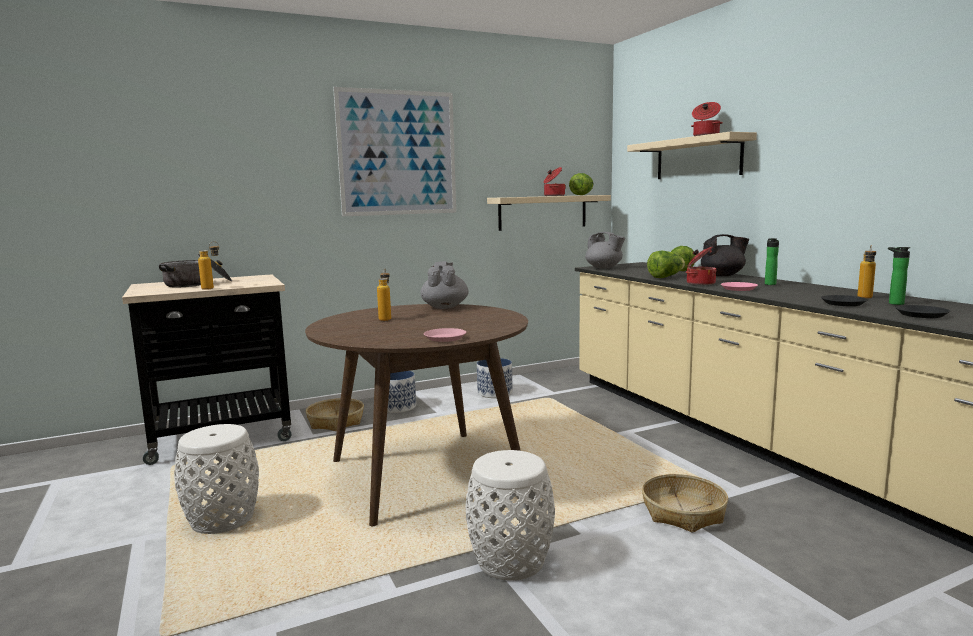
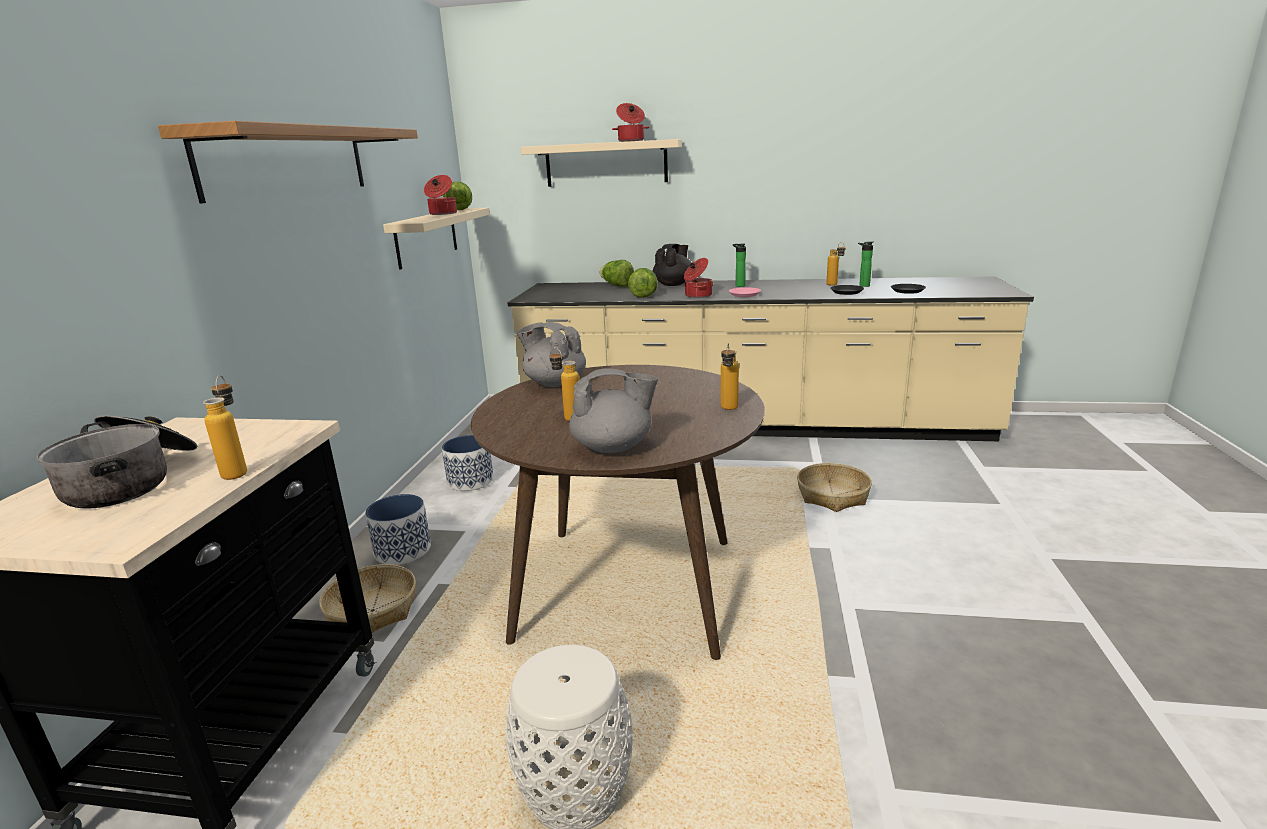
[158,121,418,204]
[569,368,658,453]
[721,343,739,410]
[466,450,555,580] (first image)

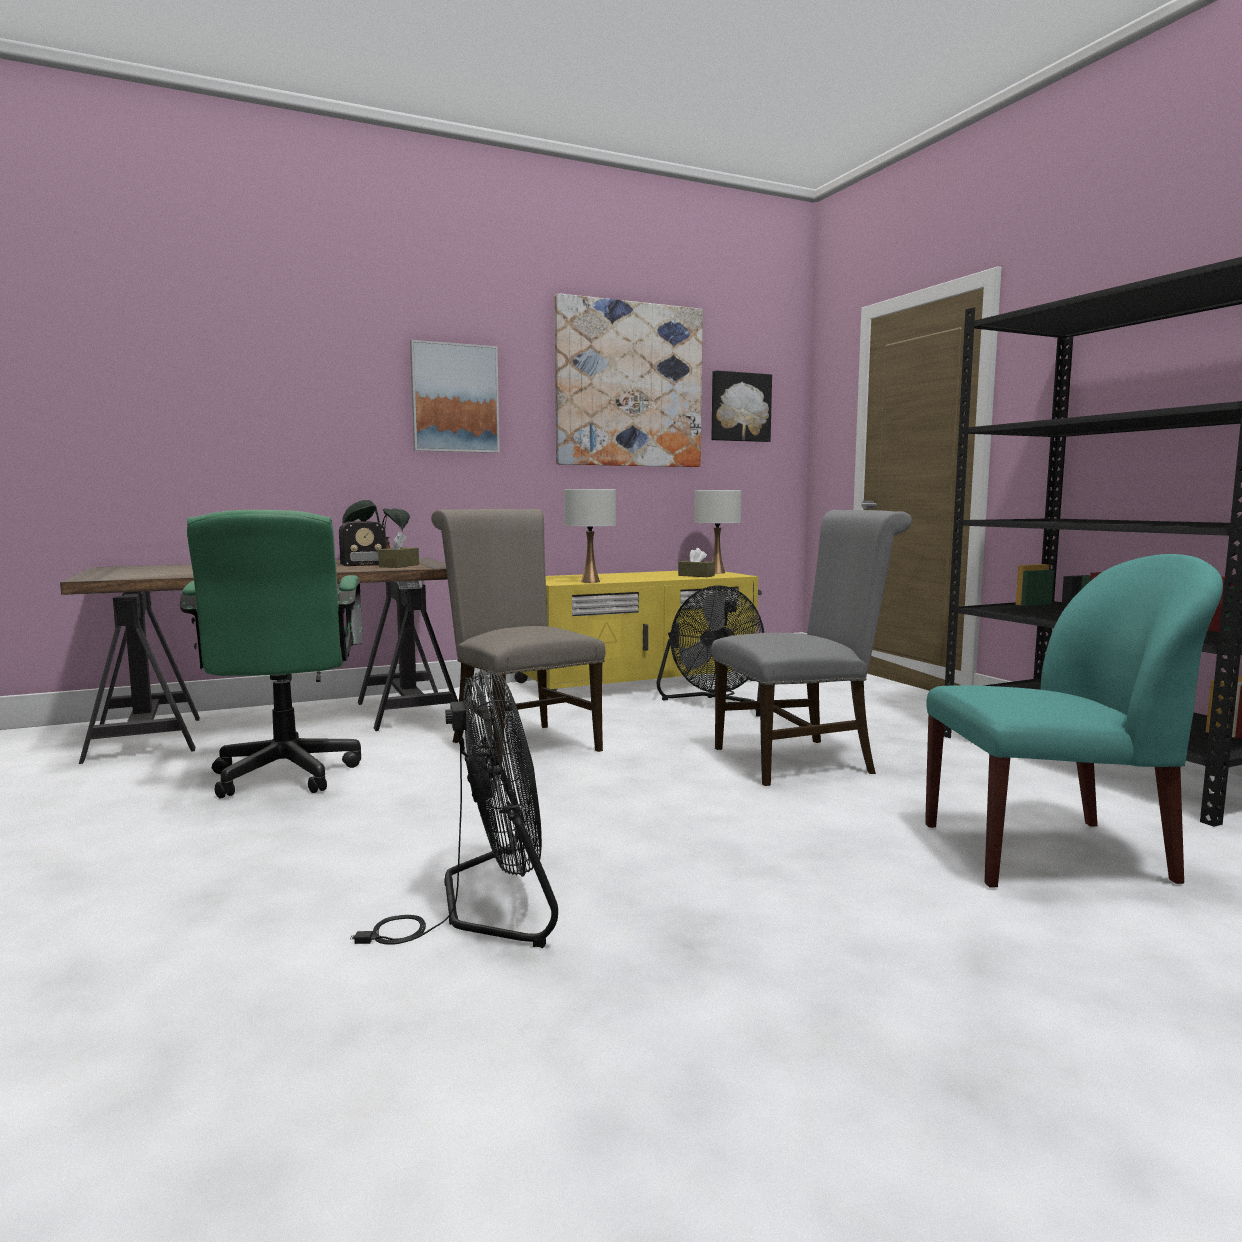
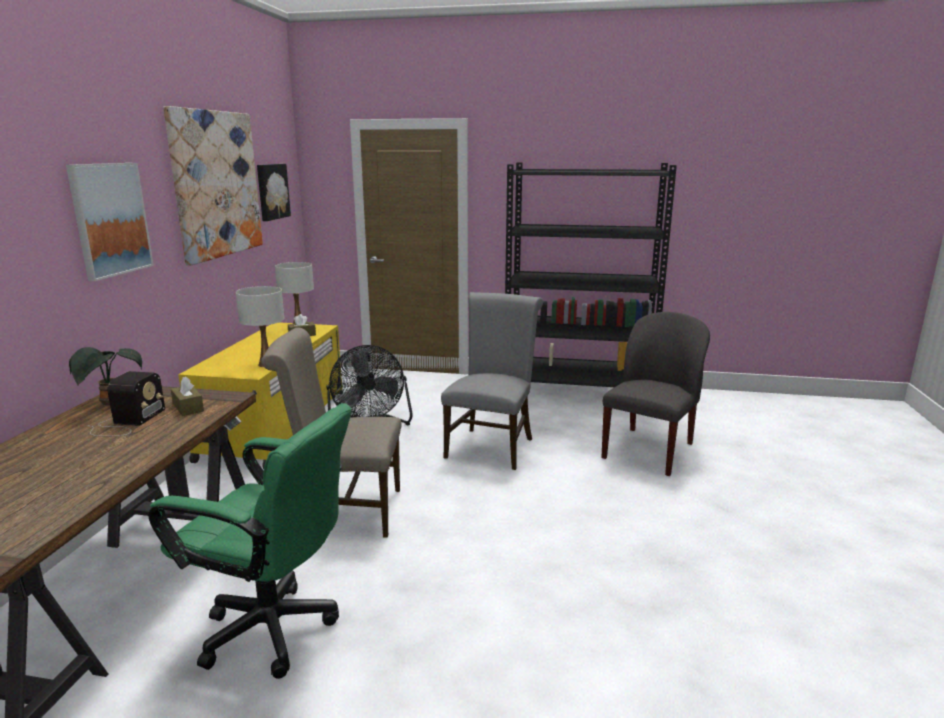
[602,312,710,476]
[350,669,558,948] (first image)

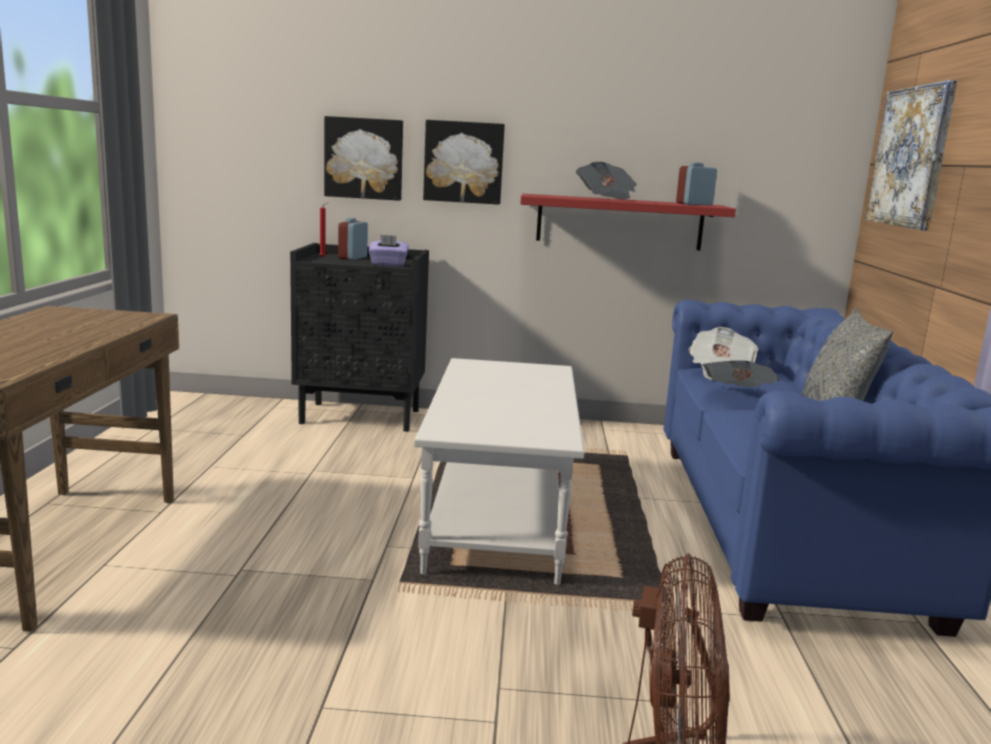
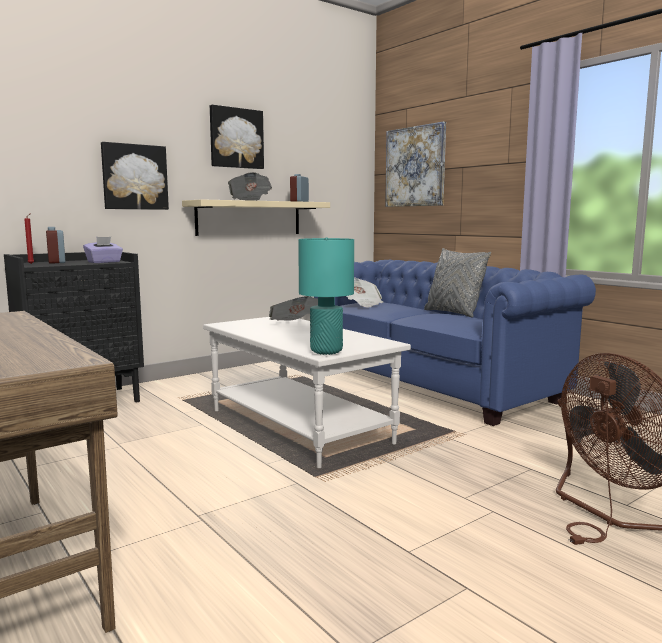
[210,105,264,169]
[182,199,330,236]
[269,296,318,321]
[298,237,354,355]

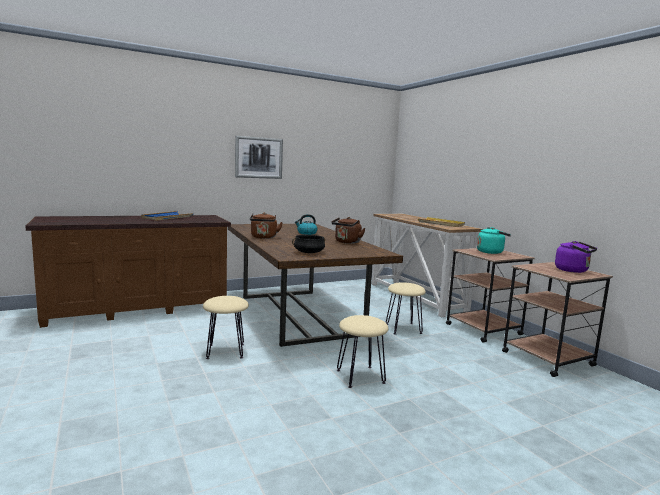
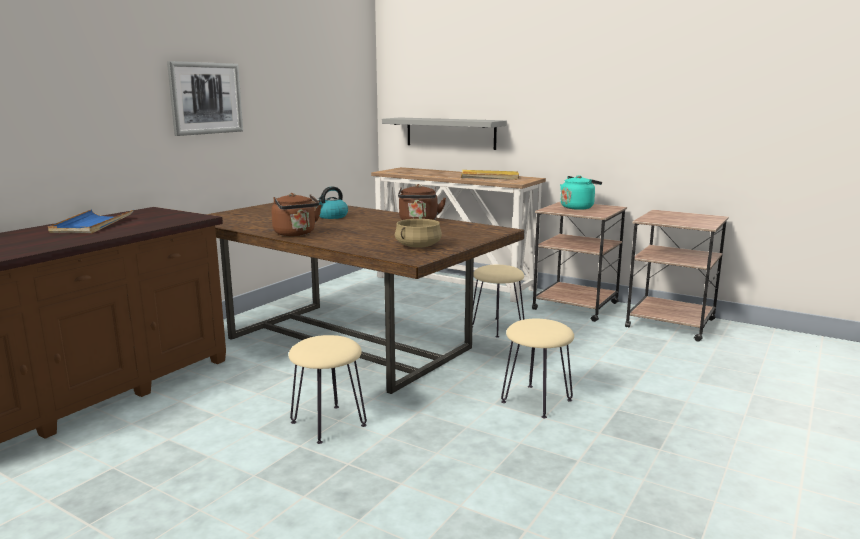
[395,219,442,248]
[555,241,597,273] (first image)
[382,118,507,150]

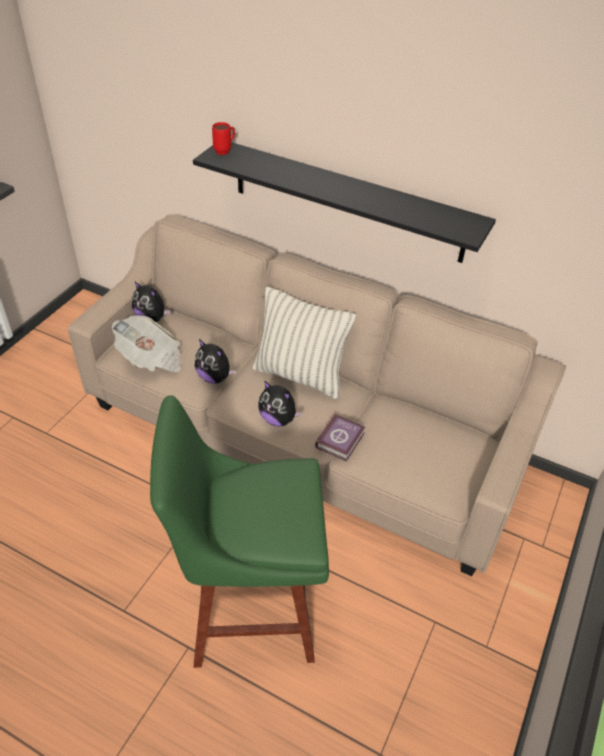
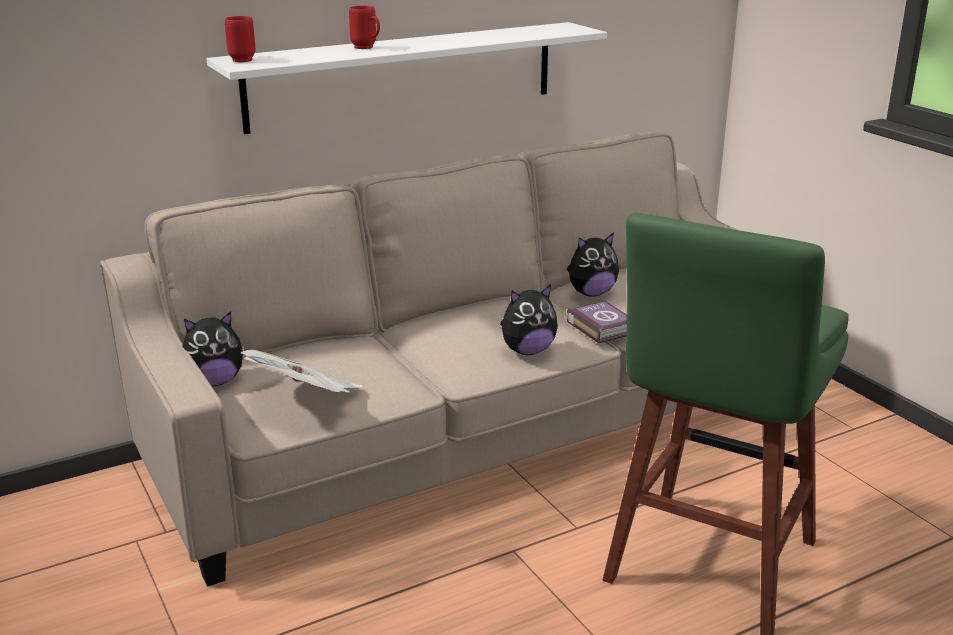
[207,22,607,135]
[253,287,356,399] (first image)
[567,233,619,297]
[349,6,380,49]

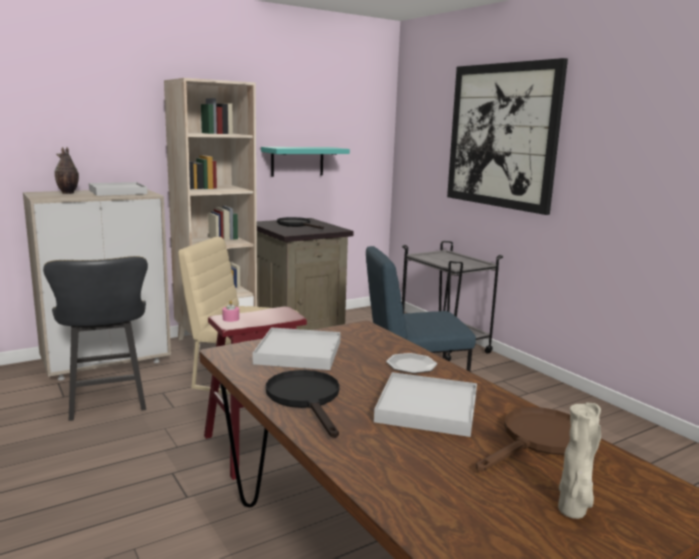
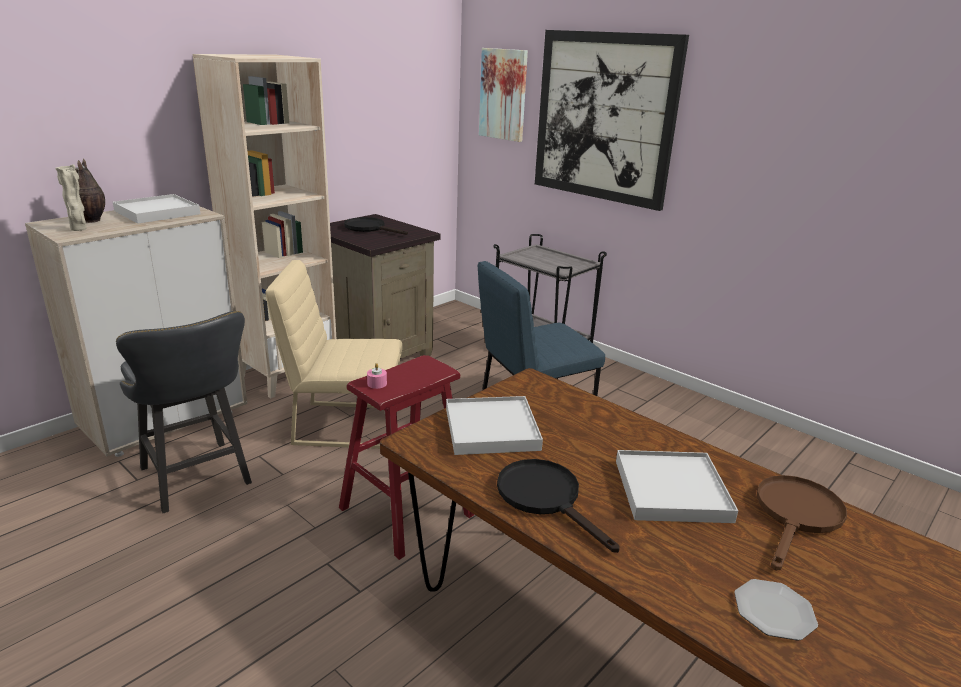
[261,147,350,177] (first image)
[734,579,818,641]
[55,164,87,231]
[479,48,528,142]

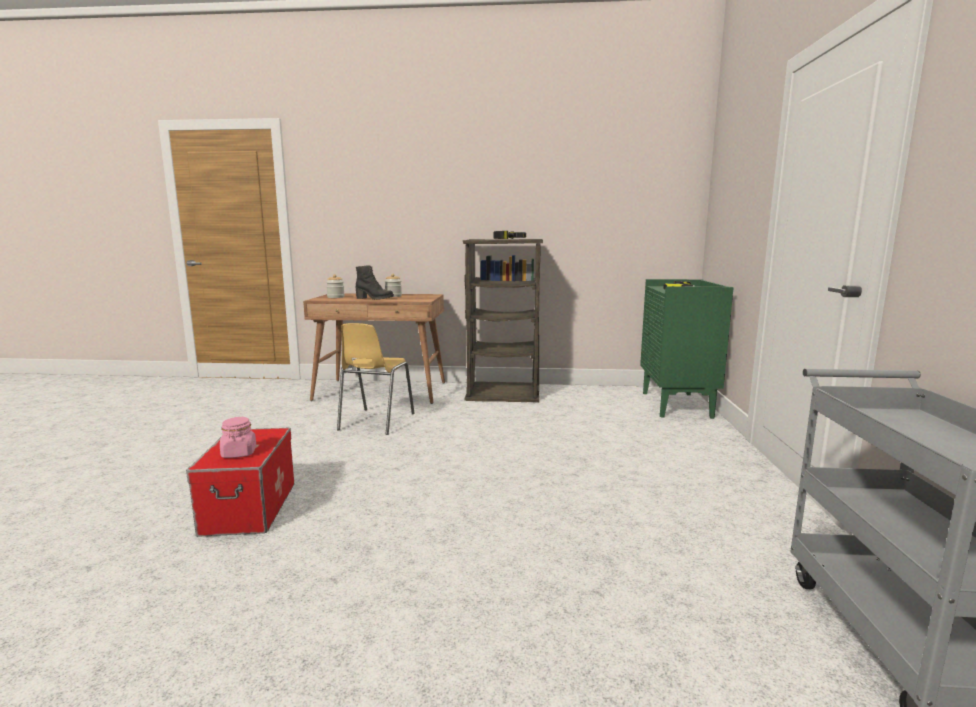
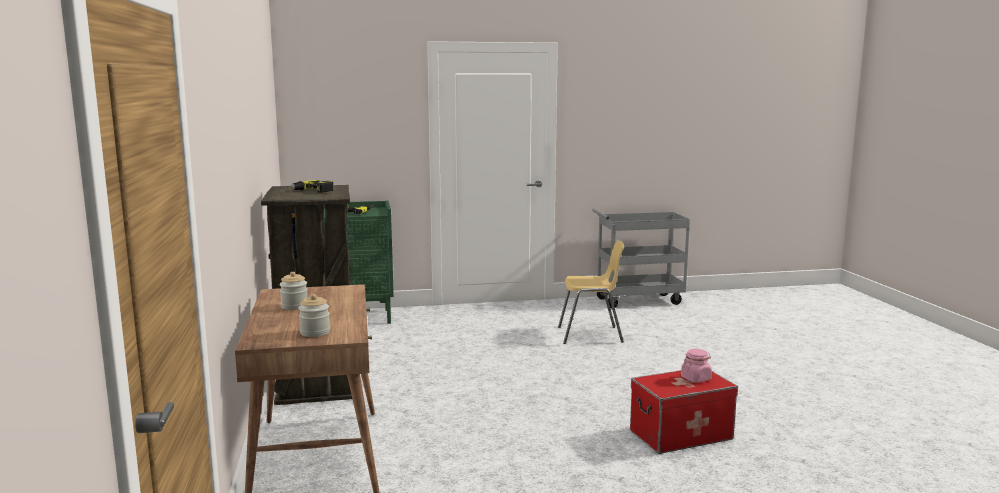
[355,265,394,300] (first image)
[558,240,624,344]

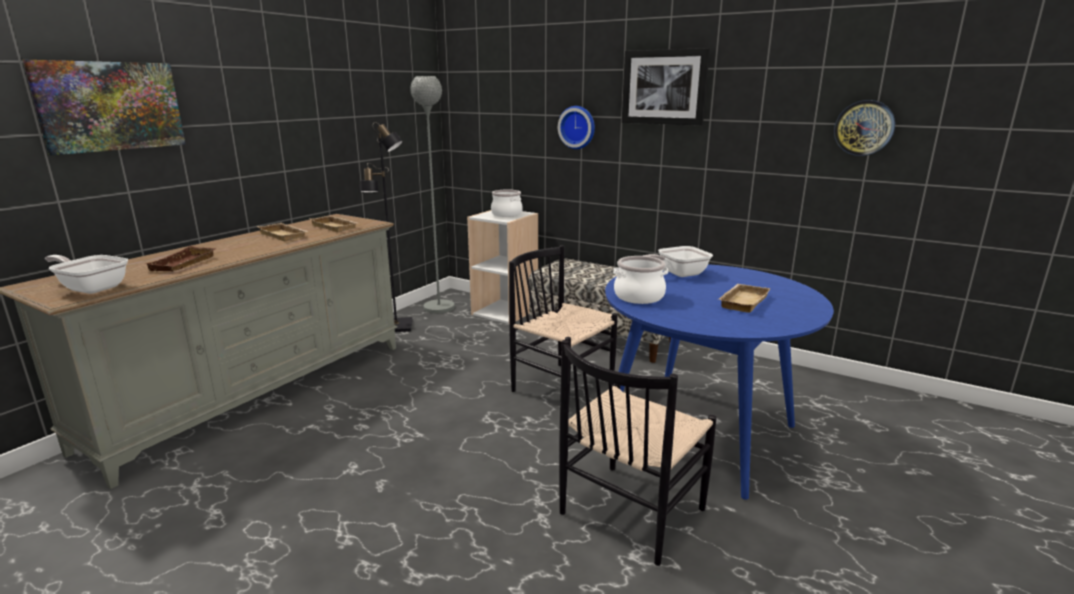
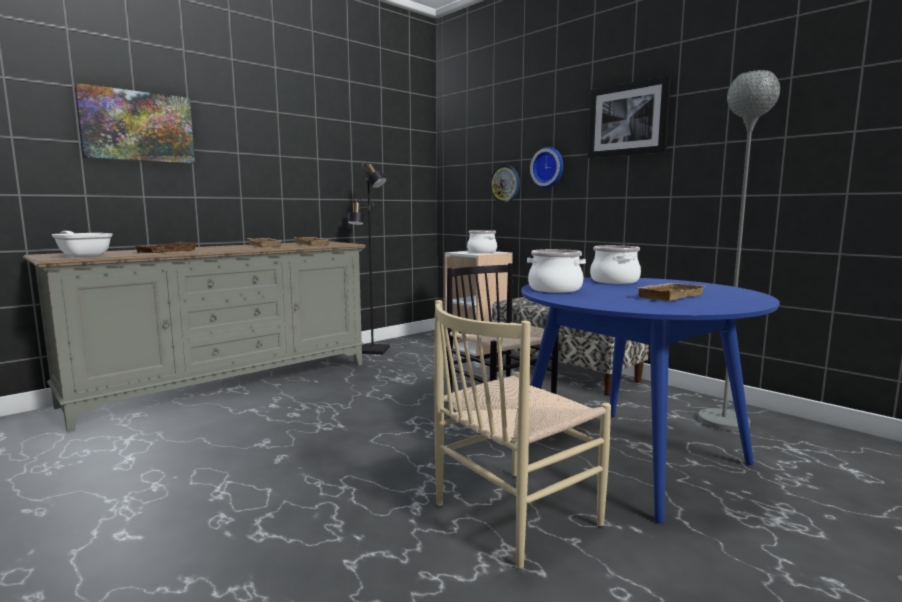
[698,70,780,431]
[490,165,520,203]
[590,245,641,284]
[434,300,611,569]

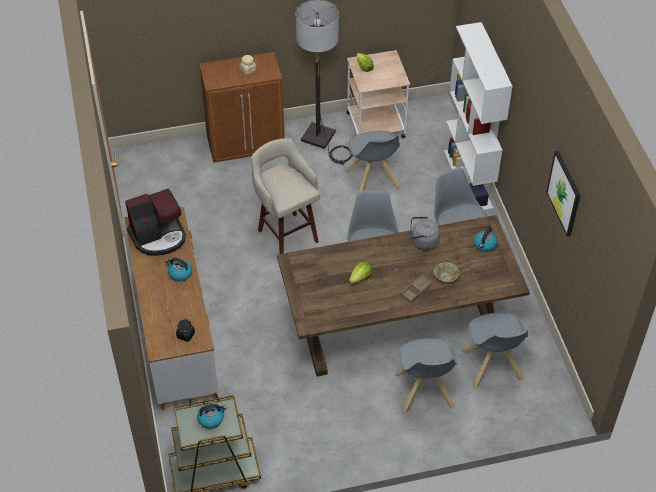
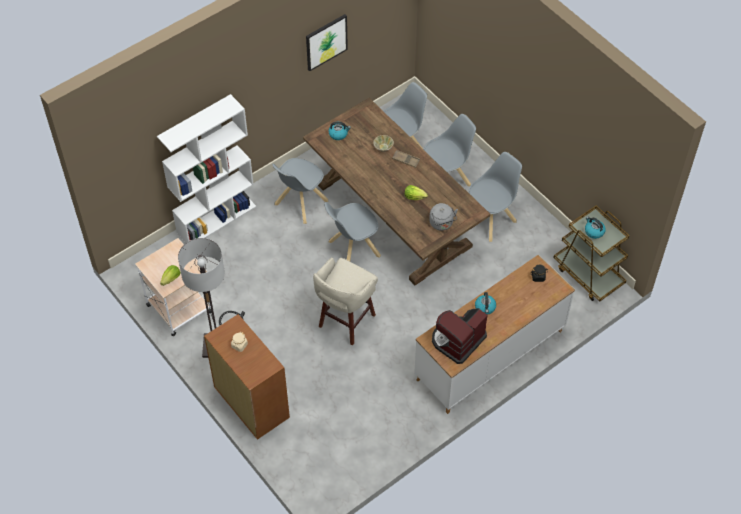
[468,152,522,242]
[432,308,488,364]
[429,203,458,231]

